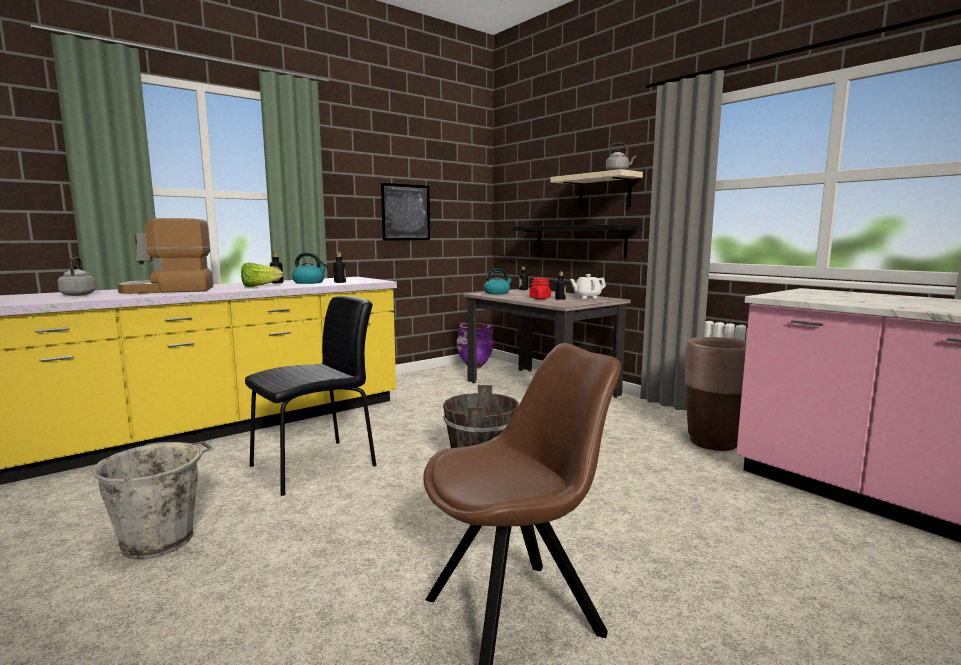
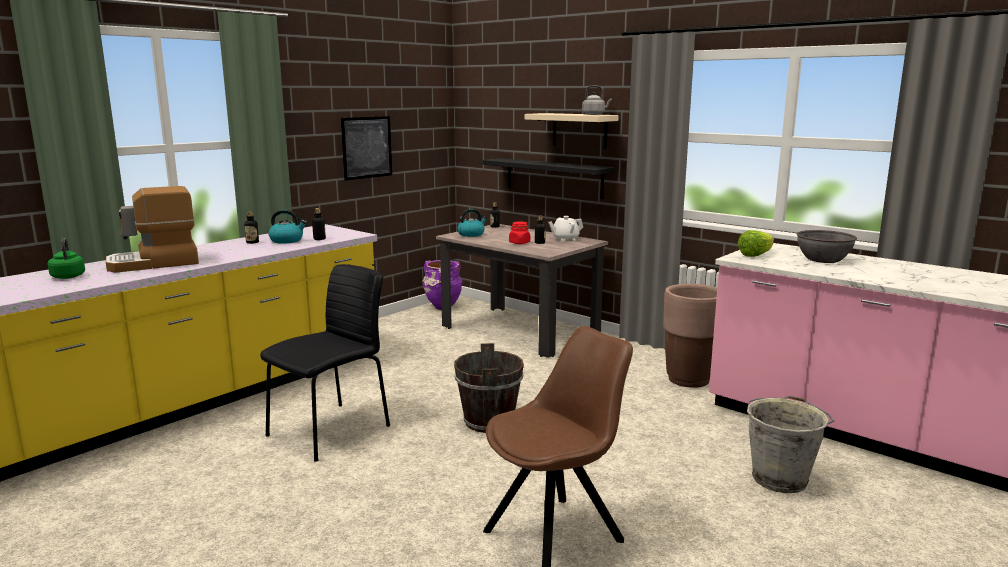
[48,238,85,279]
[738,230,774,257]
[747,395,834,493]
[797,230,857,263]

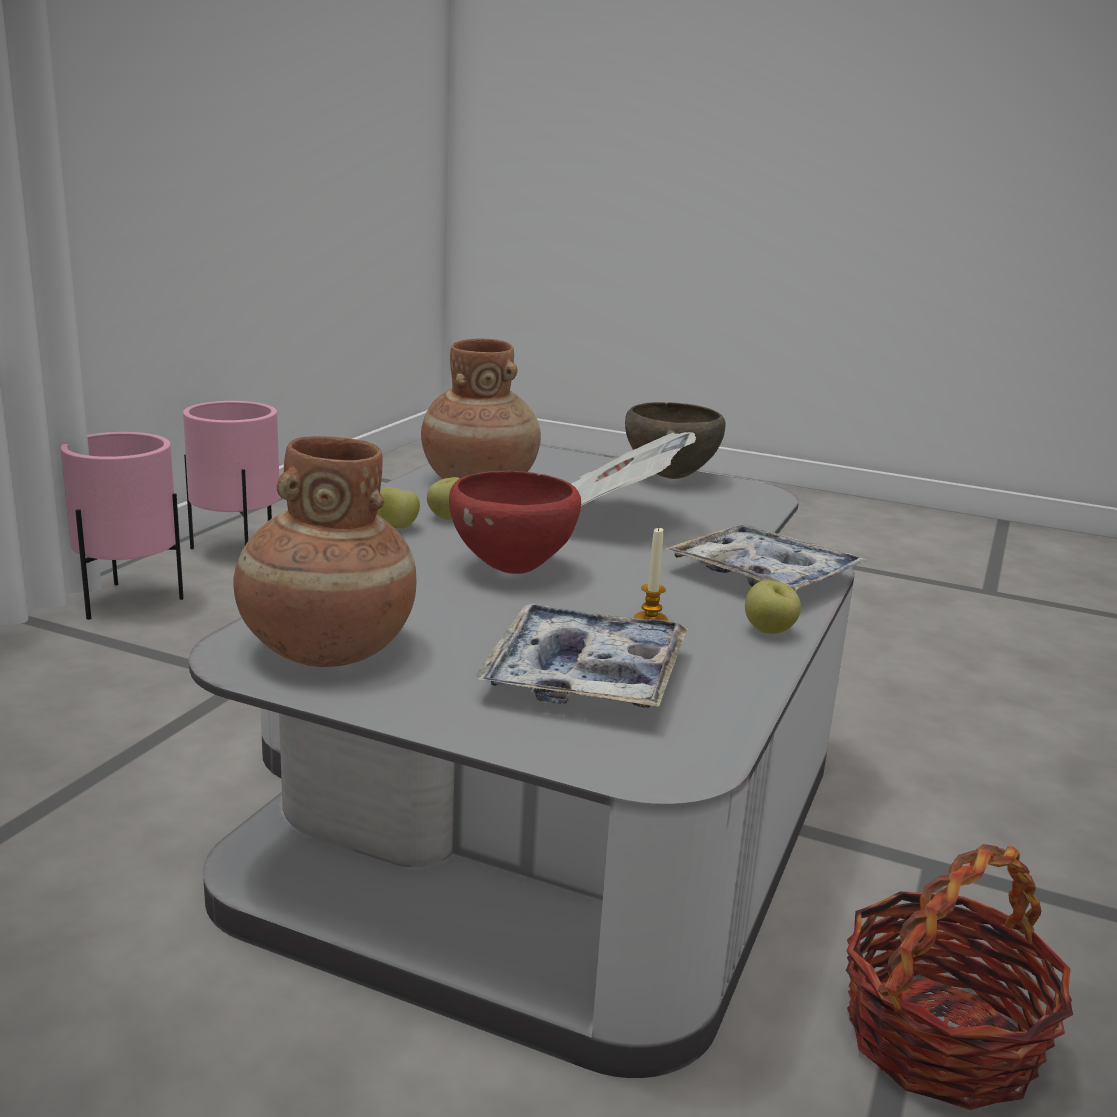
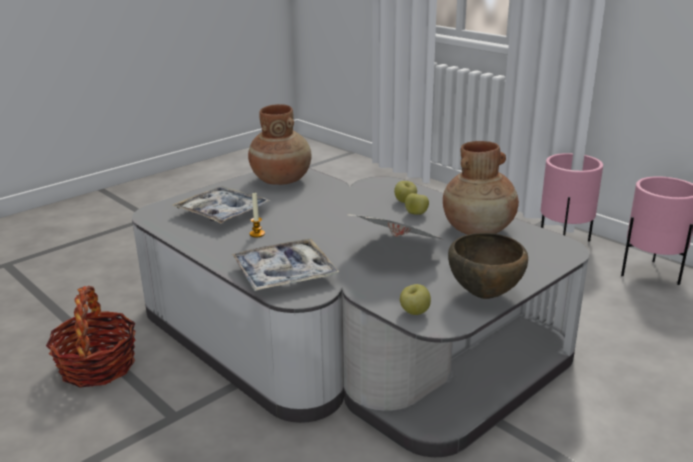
[449,471,581,574] (first image)
[400,284,431,315]

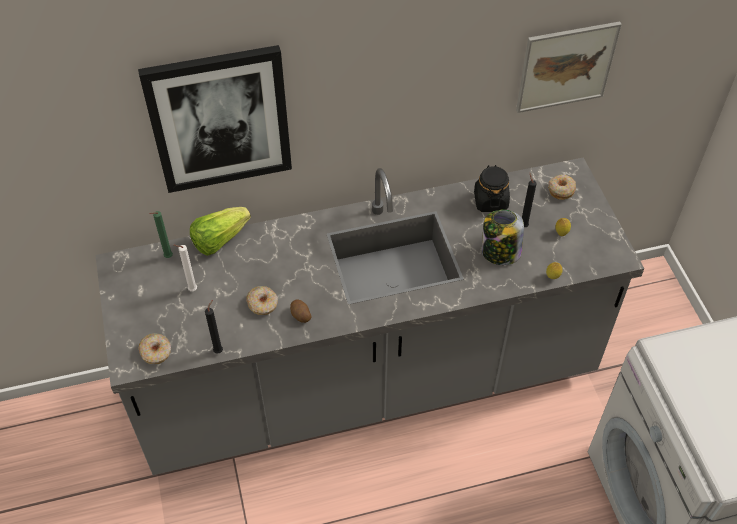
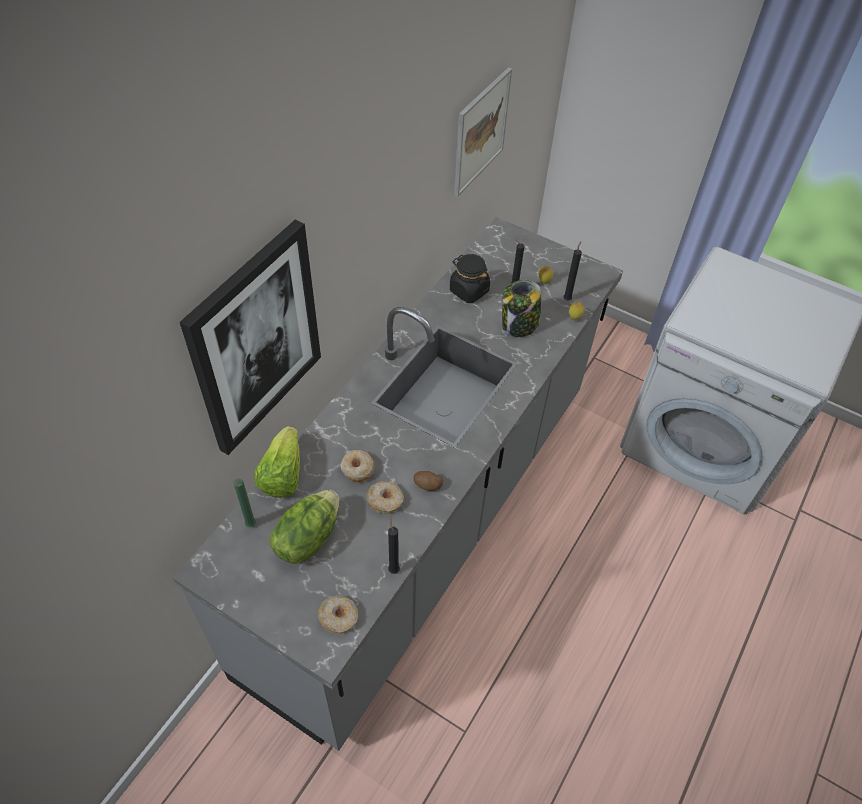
[340,450,375,483]
[270,490,340,564]
[563,241,582,301]

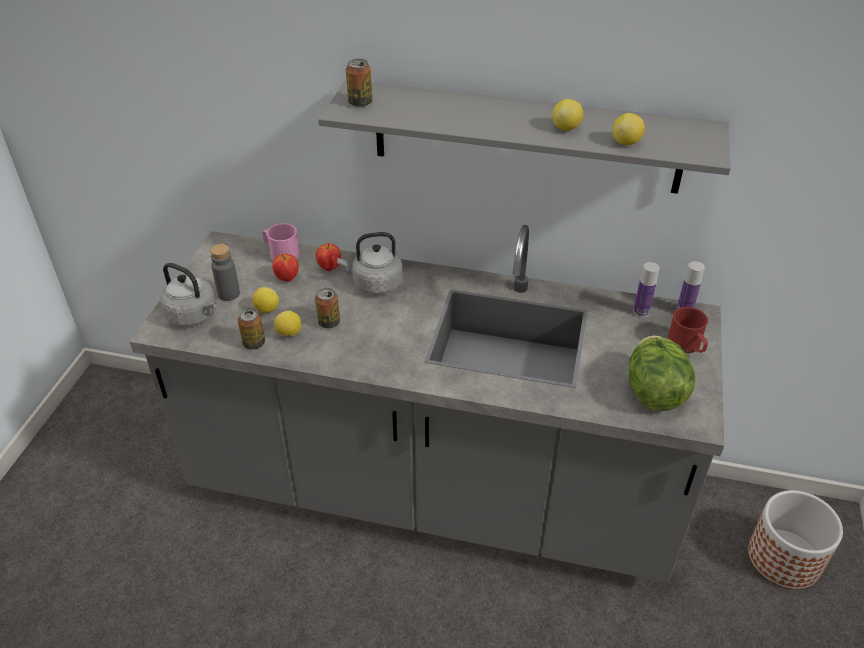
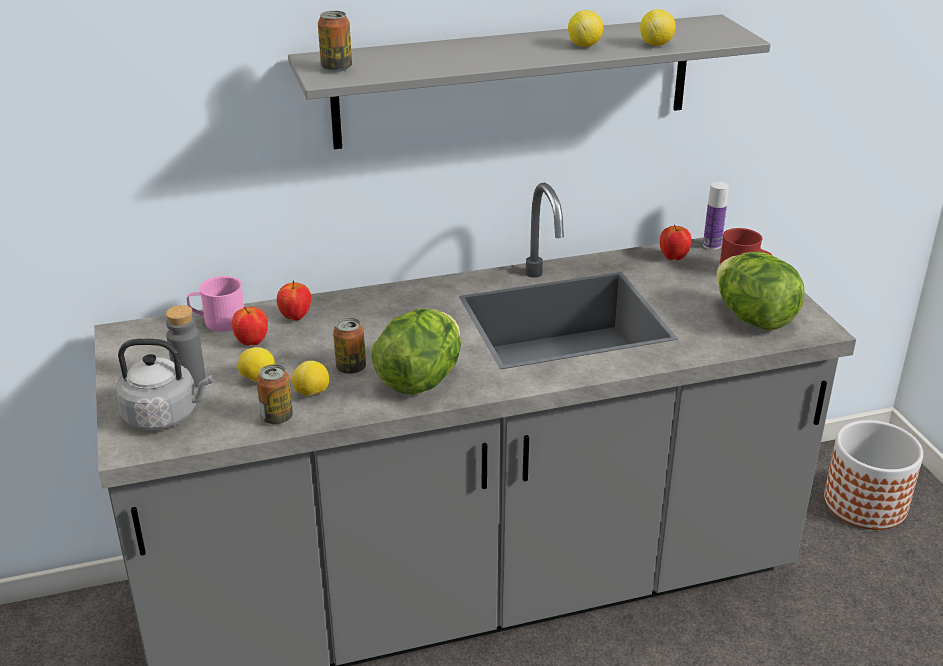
[337,232,403,295] (first image)
[660,225,692,260]
[371,308,461,395]

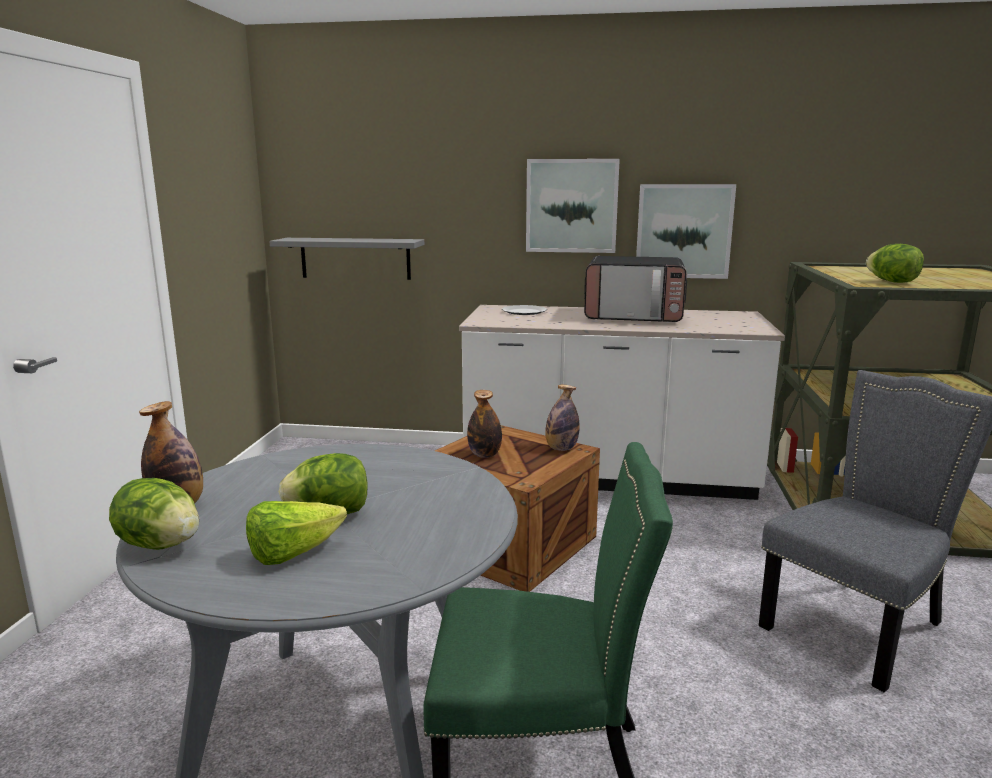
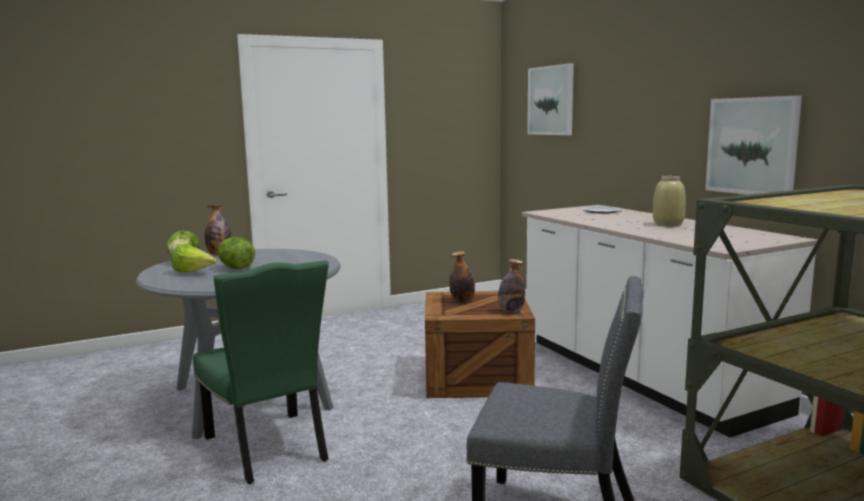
[527,63,574,135]
[269,238,424,280] (first image)
[866,244,924,283] (first image)
[653,176,686,227]

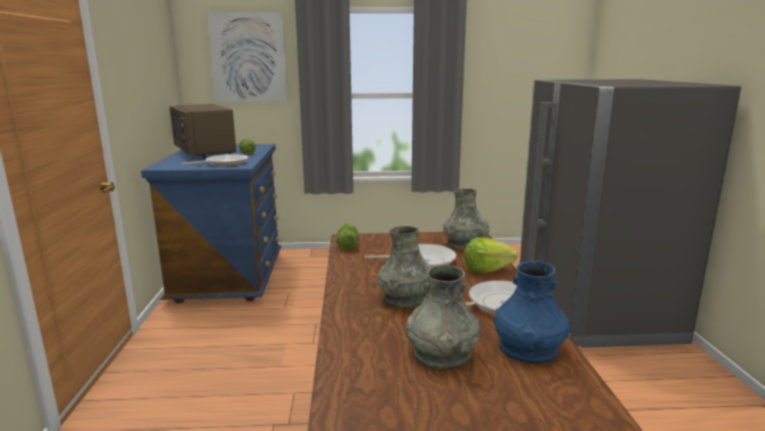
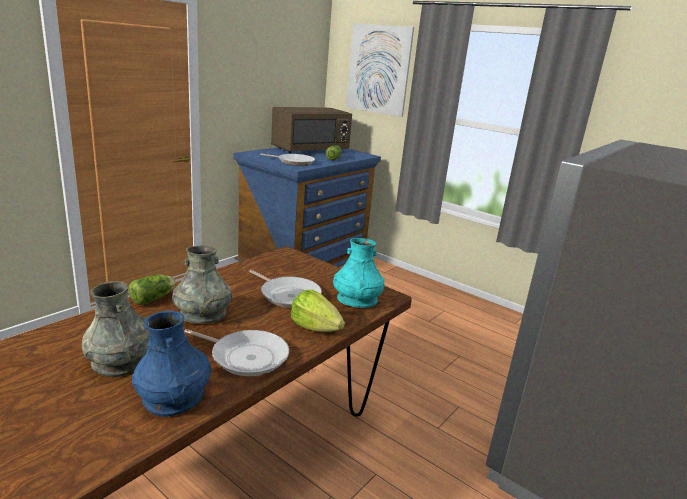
[271,107,352,153]
[333,238,385,308]
[128,274,176,305]

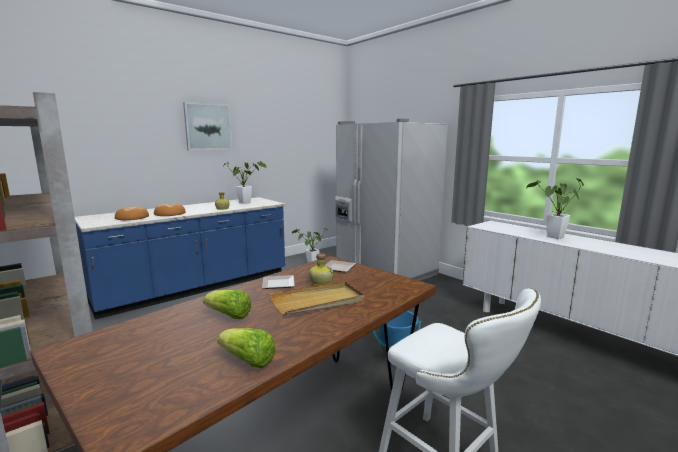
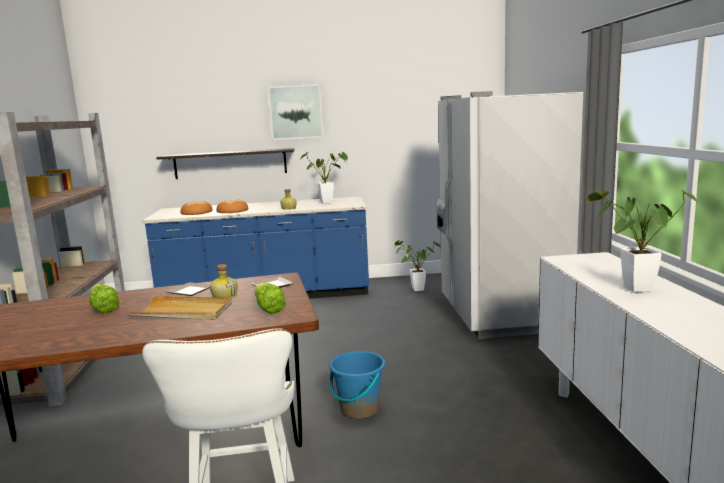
[254,283,286,314]
[156,148,294,179]

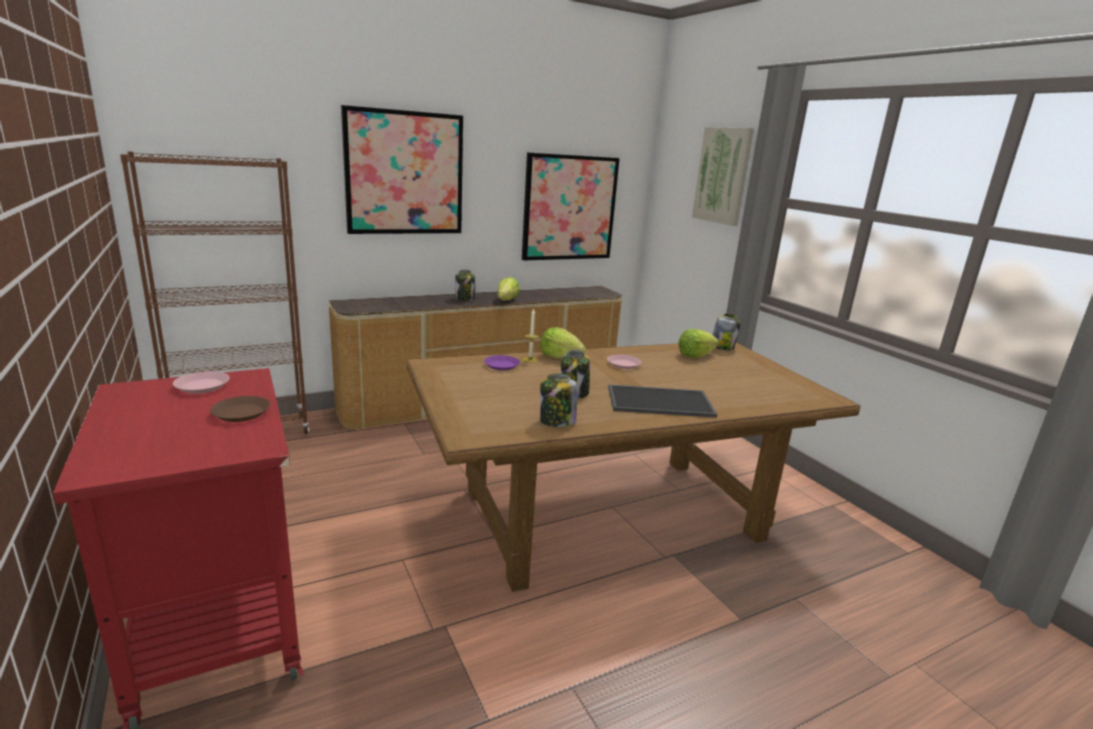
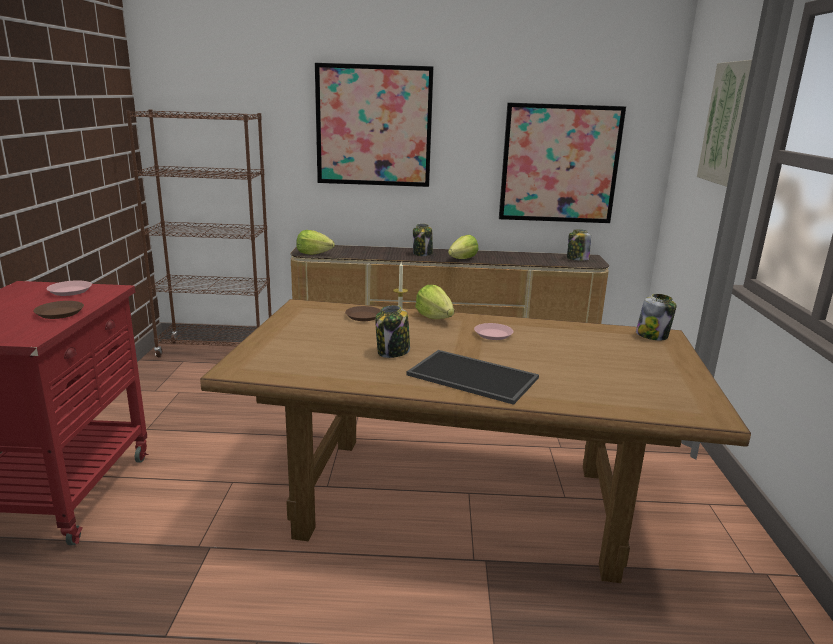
[296,230,335,255]
[345,306,381,321]
[567,230,591,261]

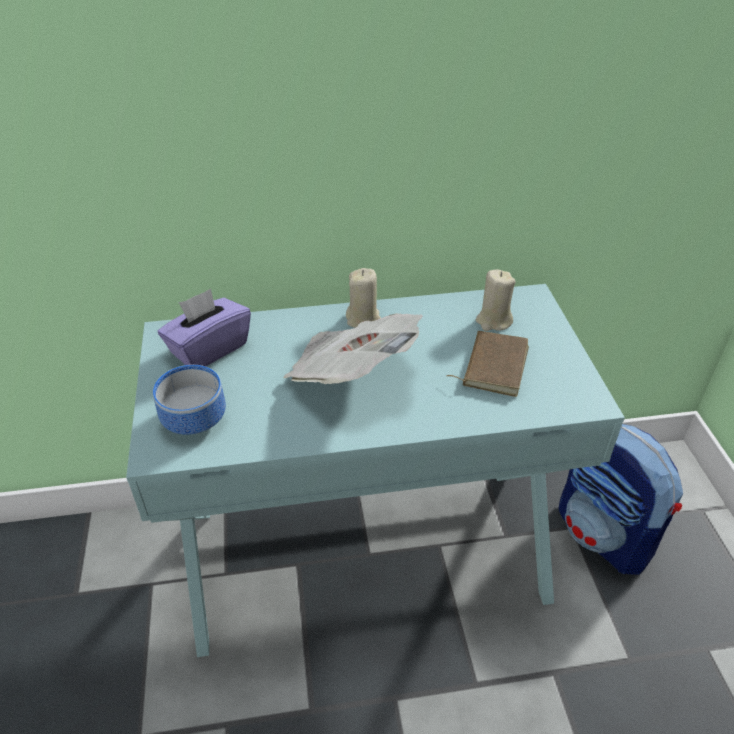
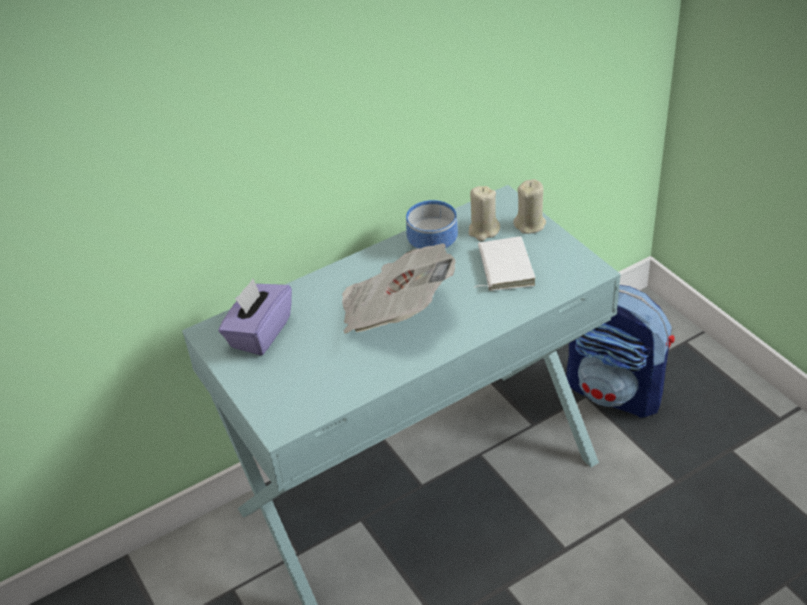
[513,179,546,234]
[474,236,535,291]
[406,200,458,249]

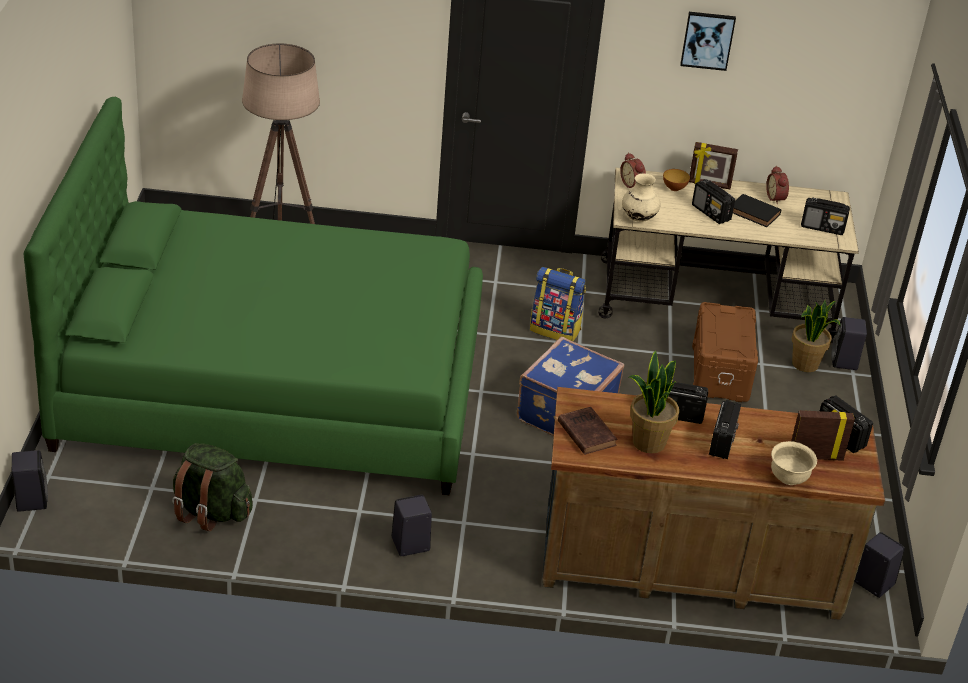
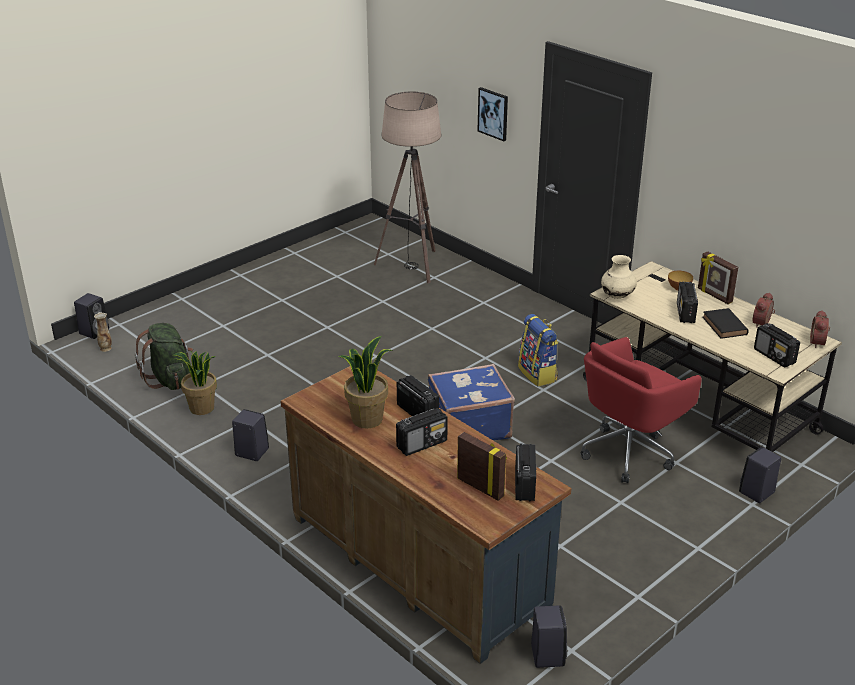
[477,87,508,141]
[23,97,483,495] (first image)
[810,310,830,348]
[173,351,217,415]
[580,337,702,483]
[558,407,617,455] (first image)
[771,441,817,485] (first image)
[94,312,112,352]

